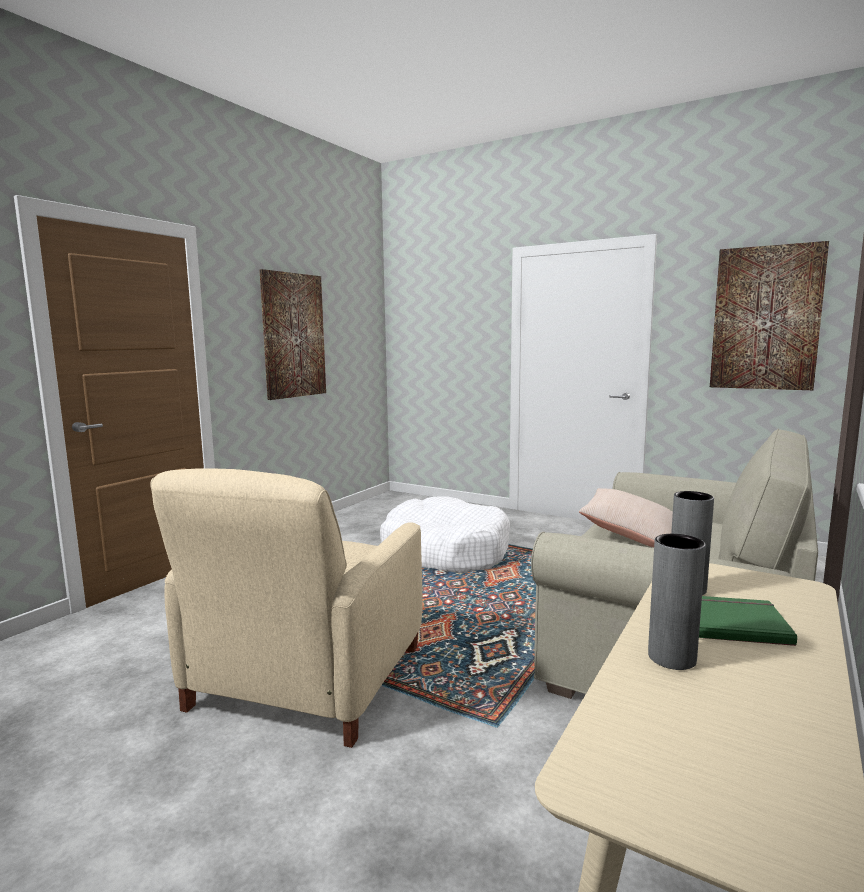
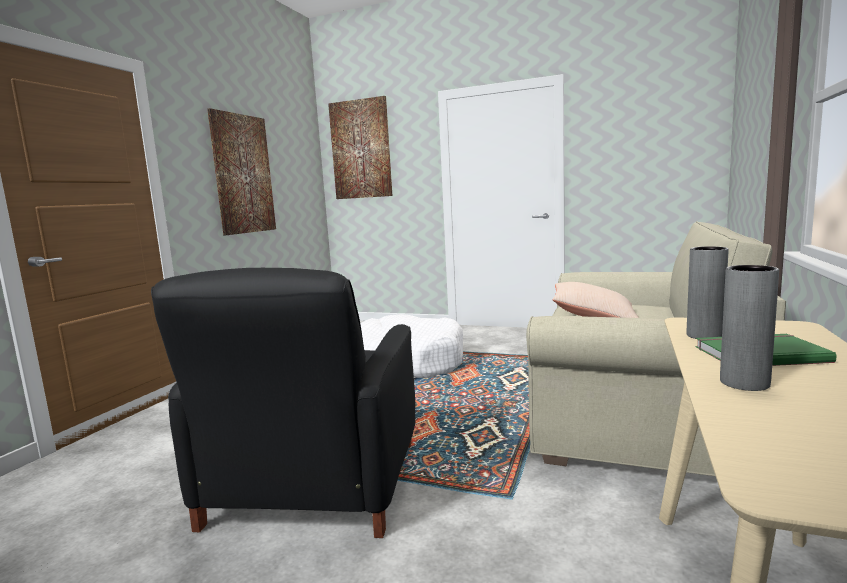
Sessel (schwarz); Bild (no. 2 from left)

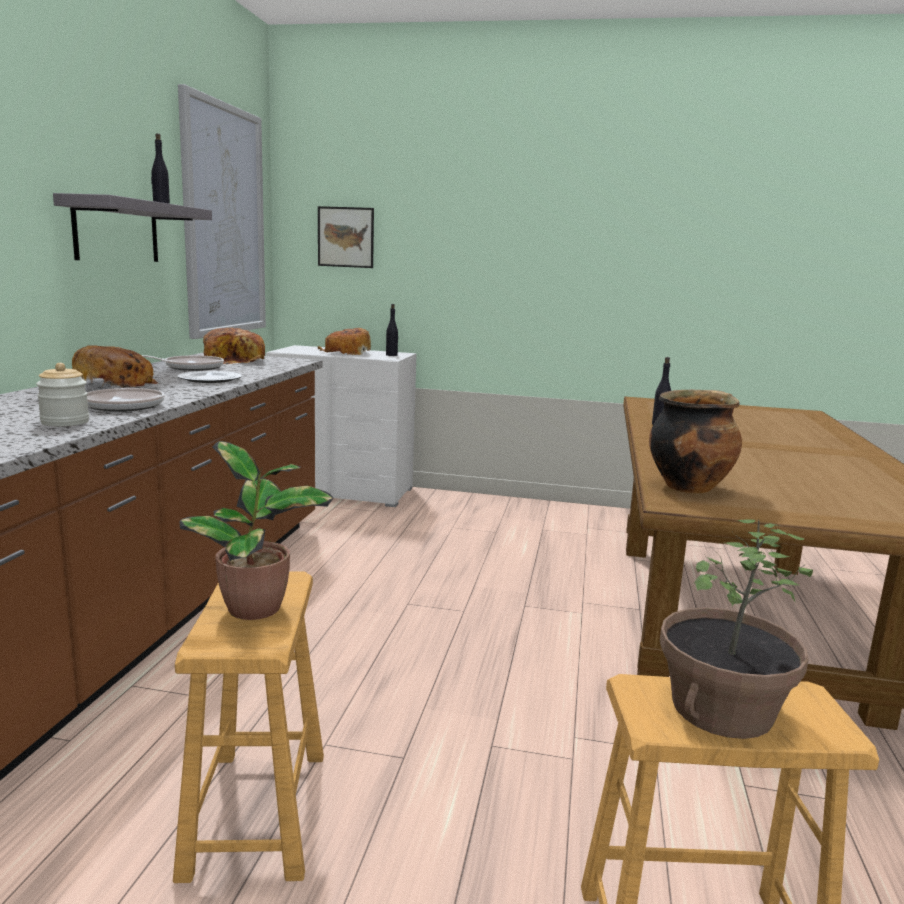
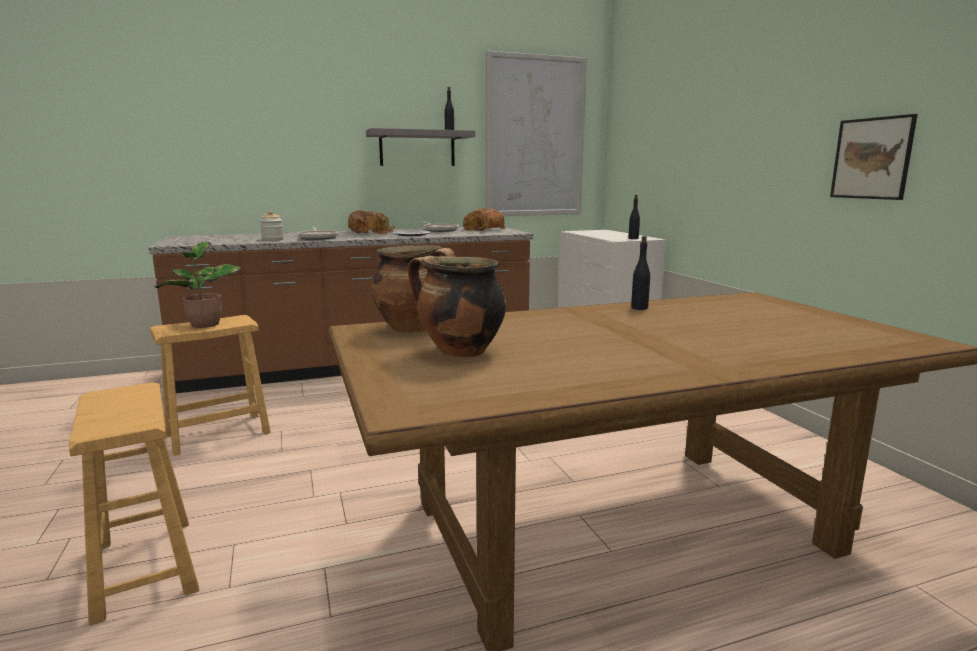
Bild (no. 2 from left); Brot (no. 3 from left in the first image); Topfpflanze (no. 2 from left in the first image); Kochtopf (no. 2 from left)

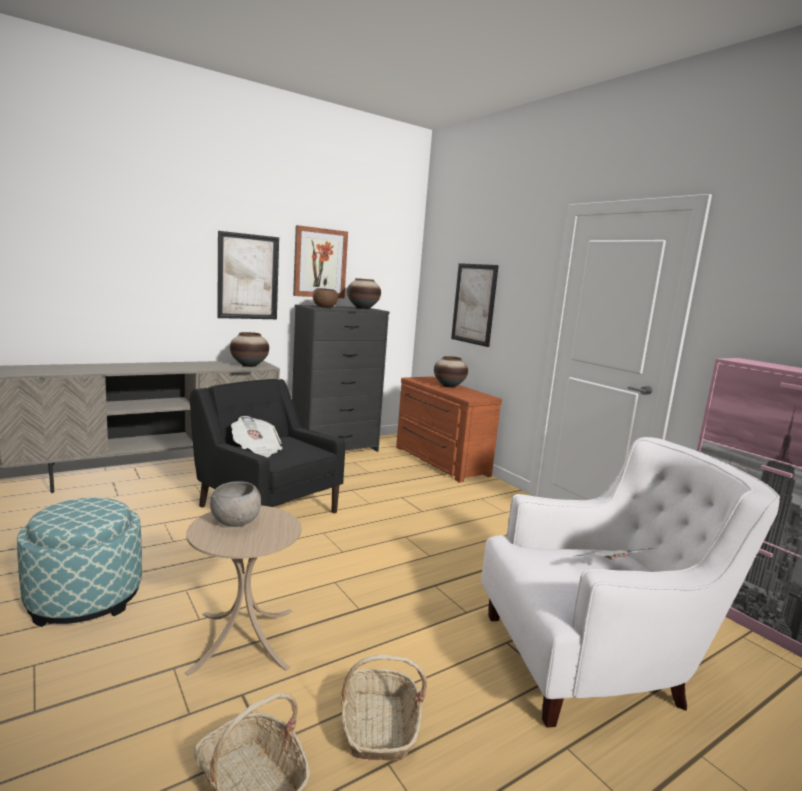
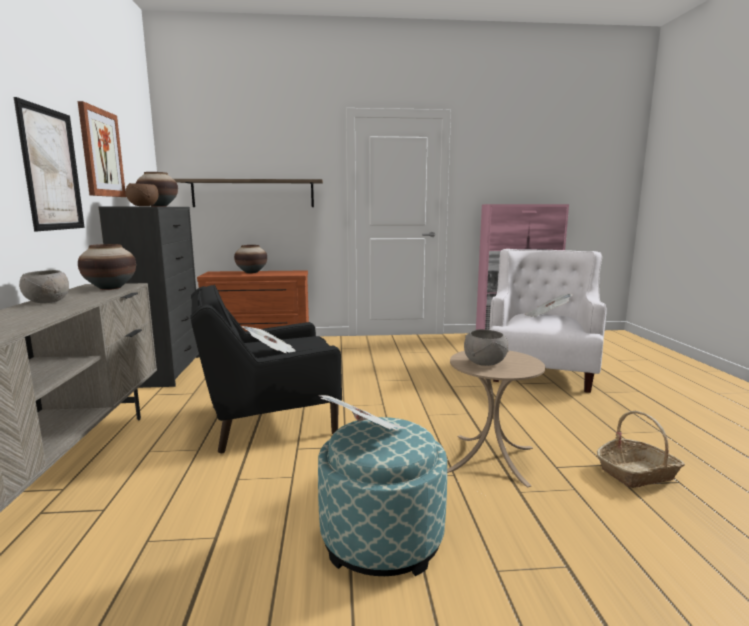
Korb (no. 2 from left in the first image); Wandregal; Schüssel (grau) (no. 1 from left); Zeitung (no. 2 from left)

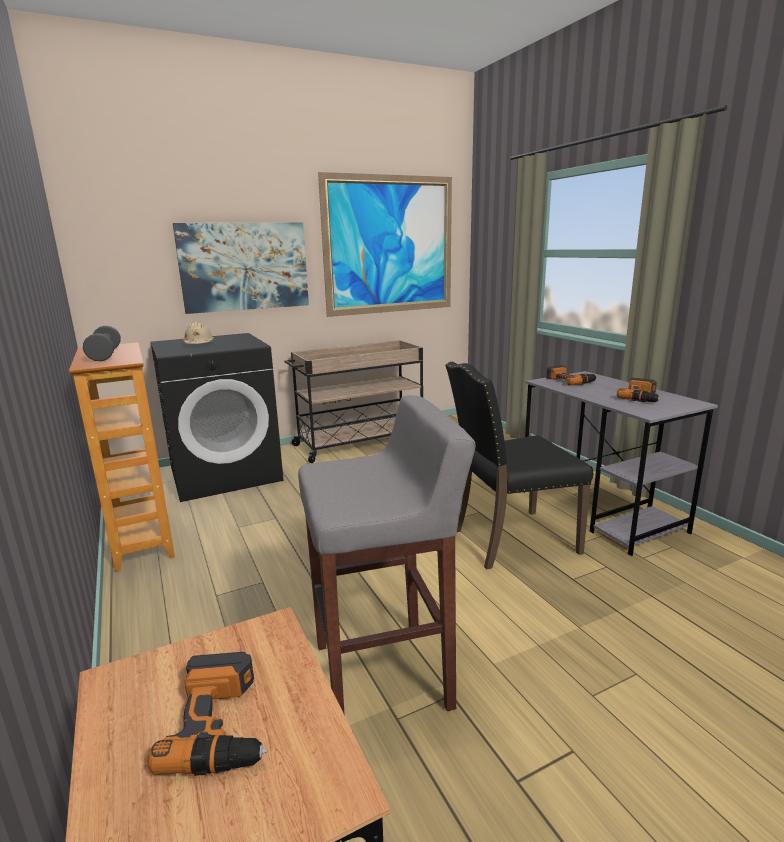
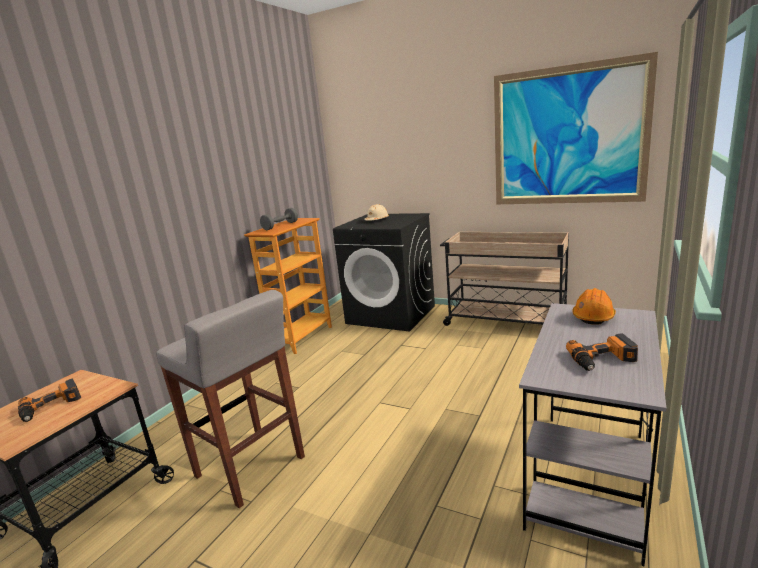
Bild (no. 1 from left in the first image); Stuhl (schwarz); Schutzhelm (orange)

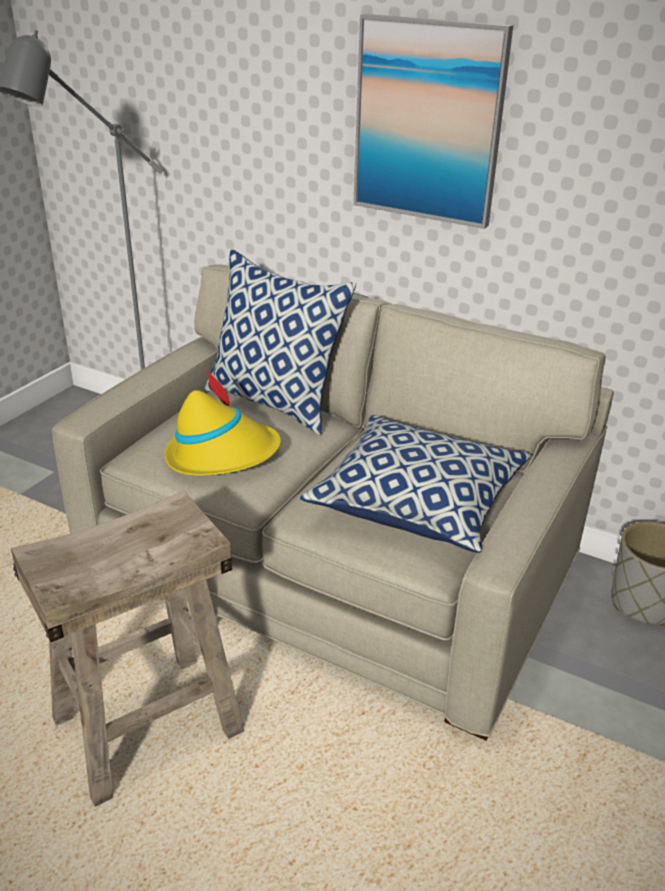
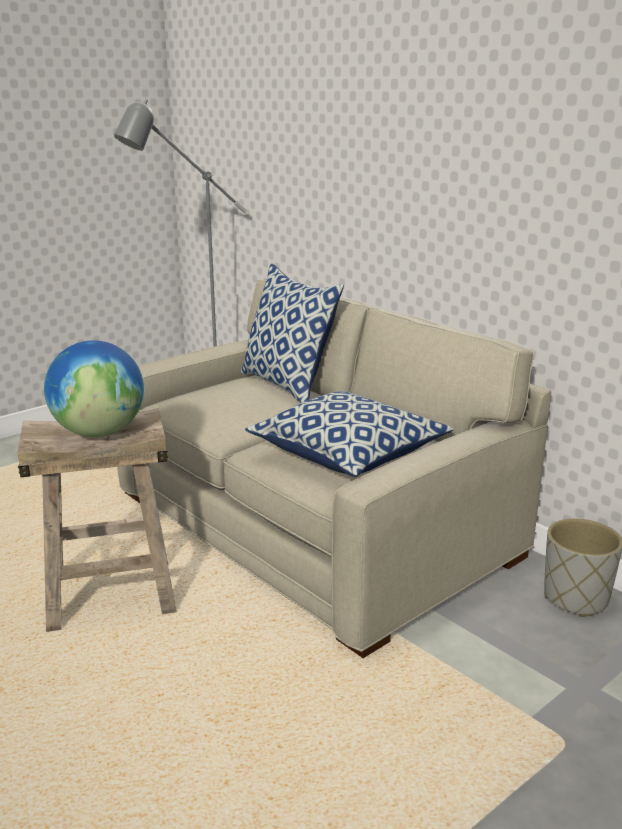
Hut (gelb); Bild; Globus

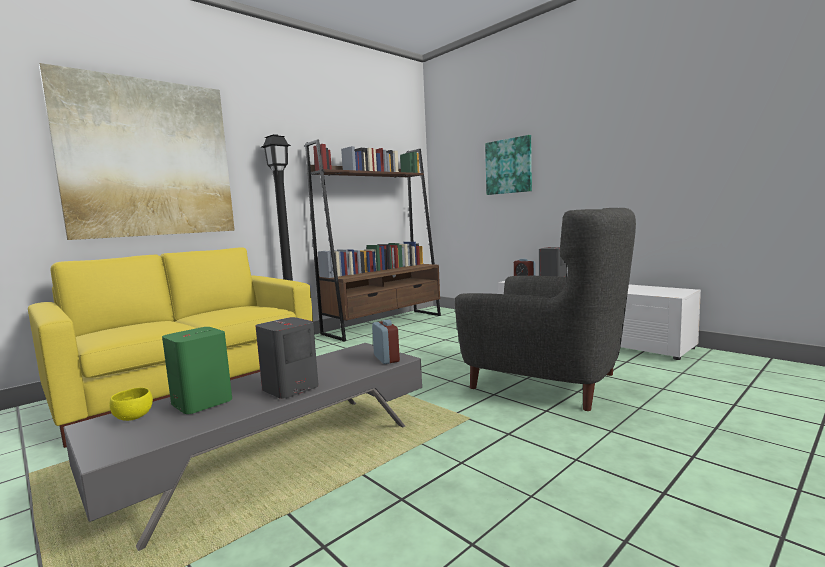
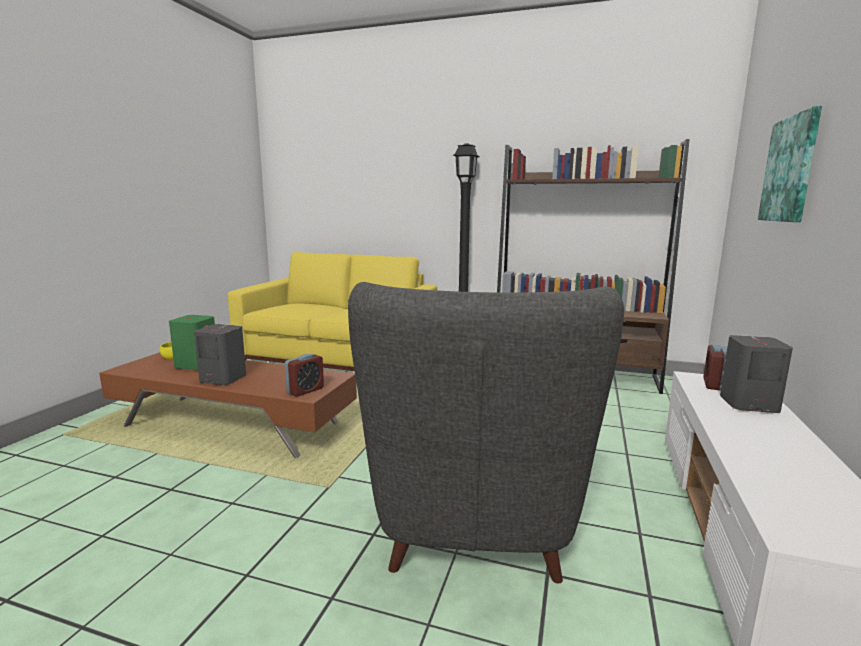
Bild (no. 1 from left in the first image); Couchtisch (braun)

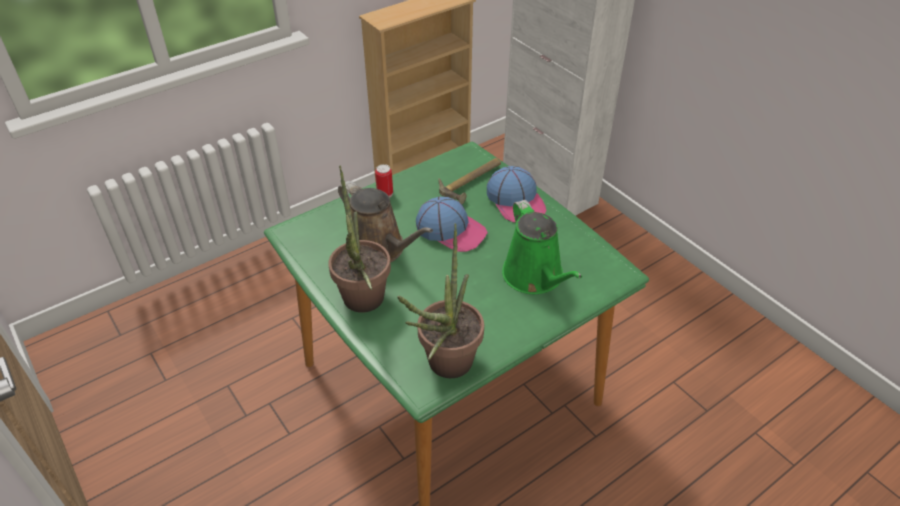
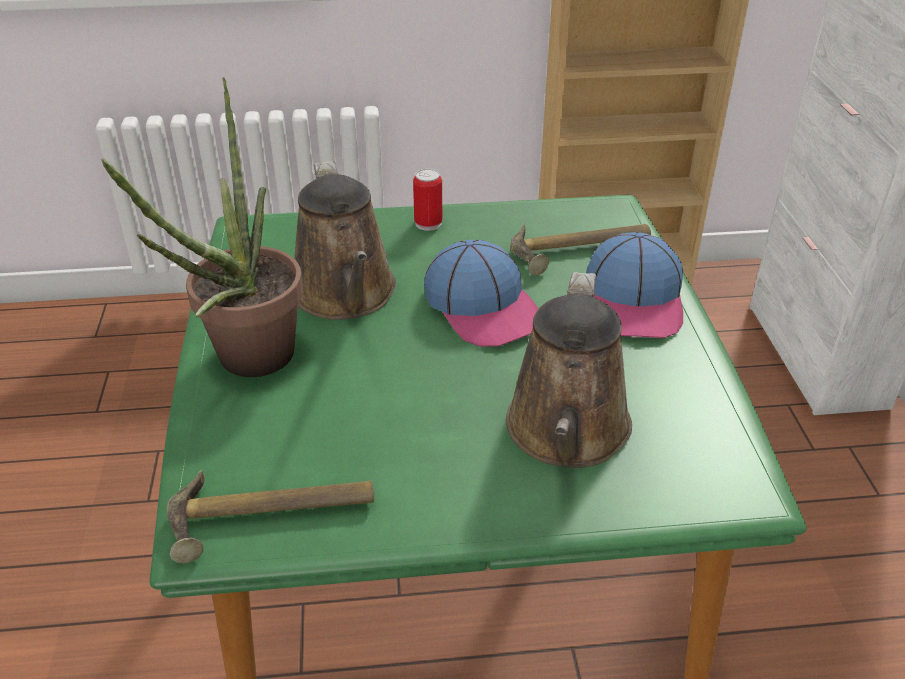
Hammer (no. 1 from left); Gießkanne (braun) (no. 2 from left)

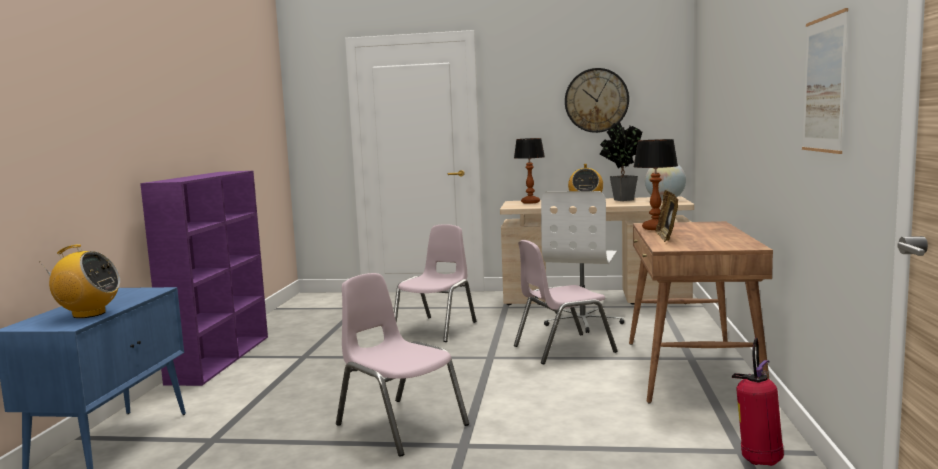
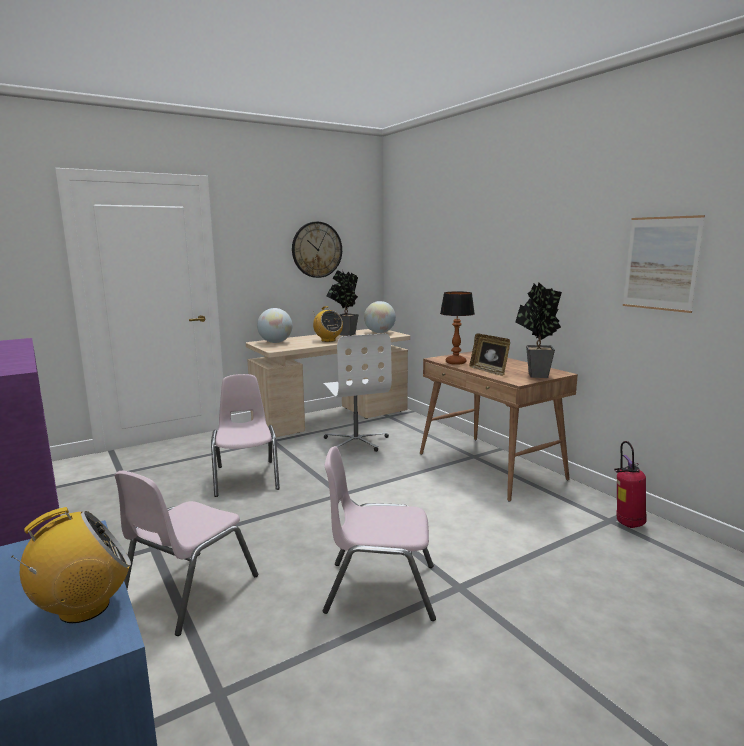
Globus (no. 1 from left); Stuhl (rosa) (no. 1 from left); Topfpflanze (no. 2 from left)

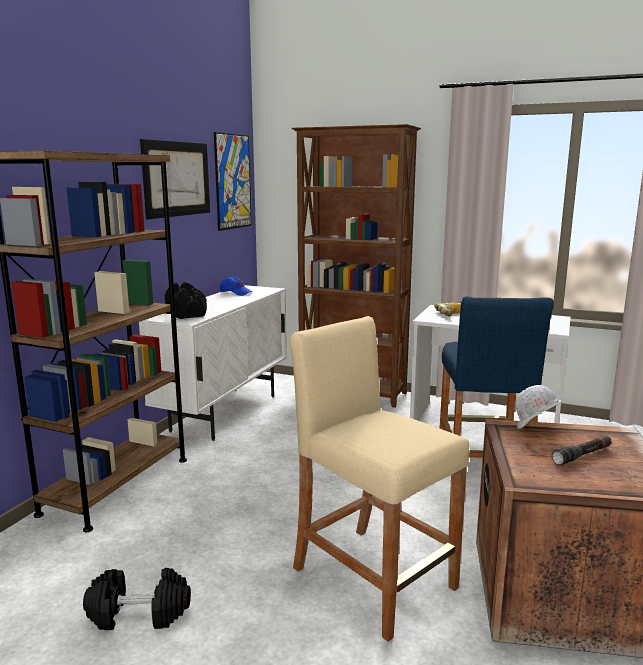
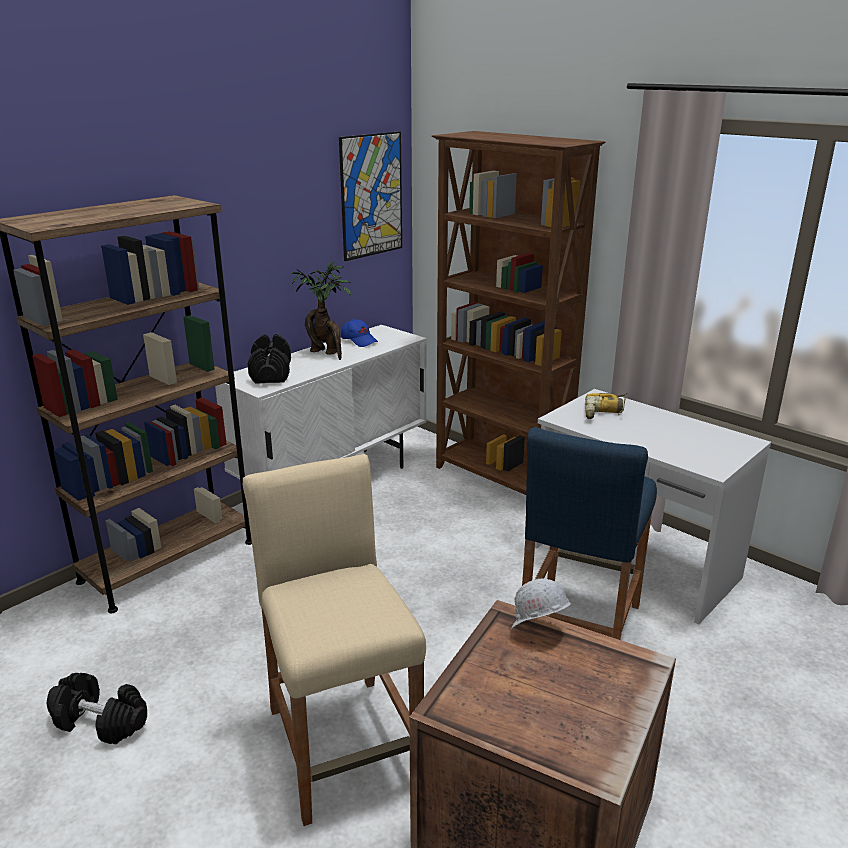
Bild (no. 1 from left in the first image); Taschenlampe (schwarz); Topfpflanze

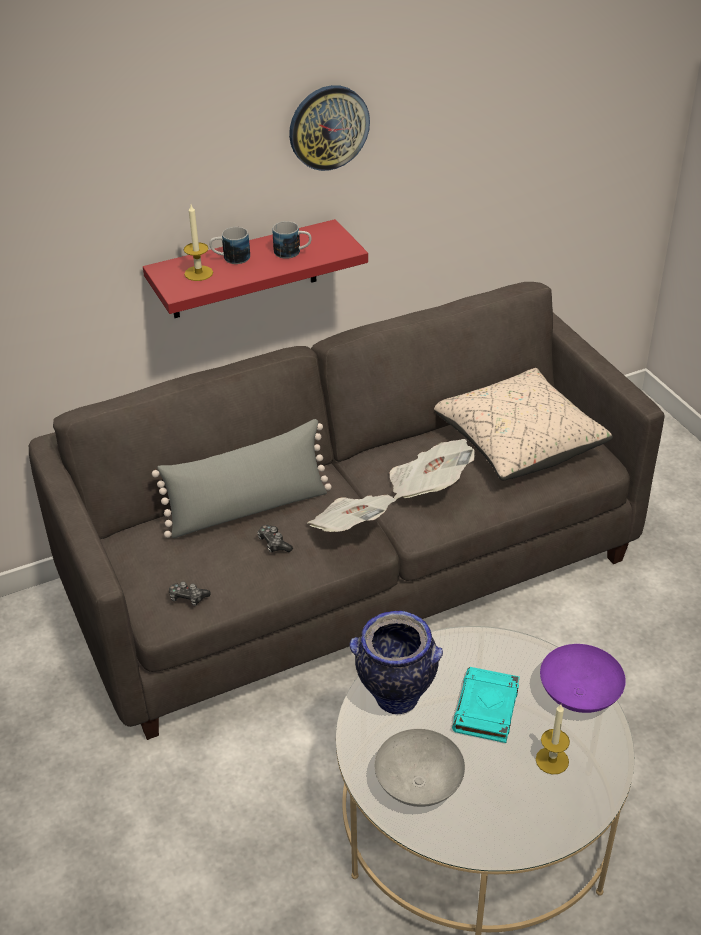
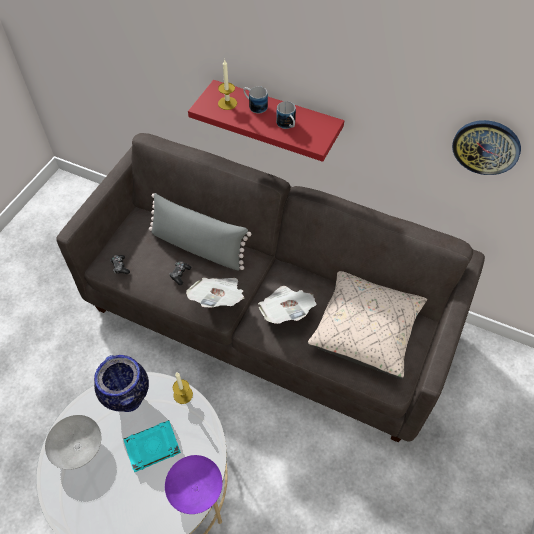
Wanduhr; Kerze (no. 1 from left)

